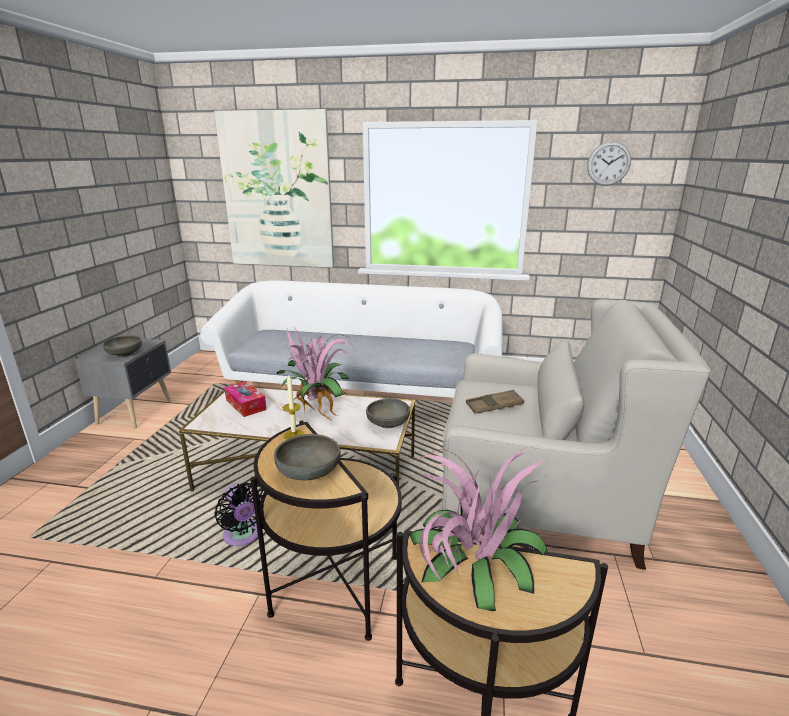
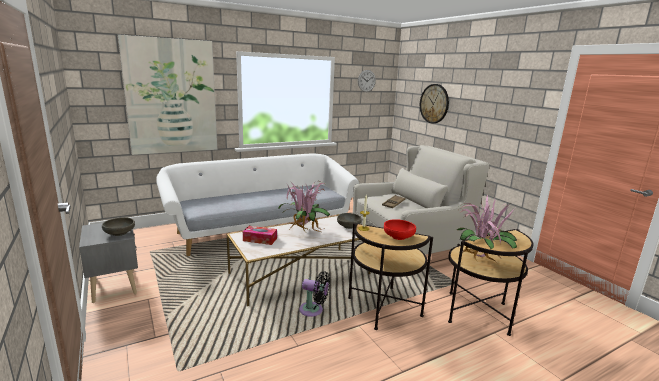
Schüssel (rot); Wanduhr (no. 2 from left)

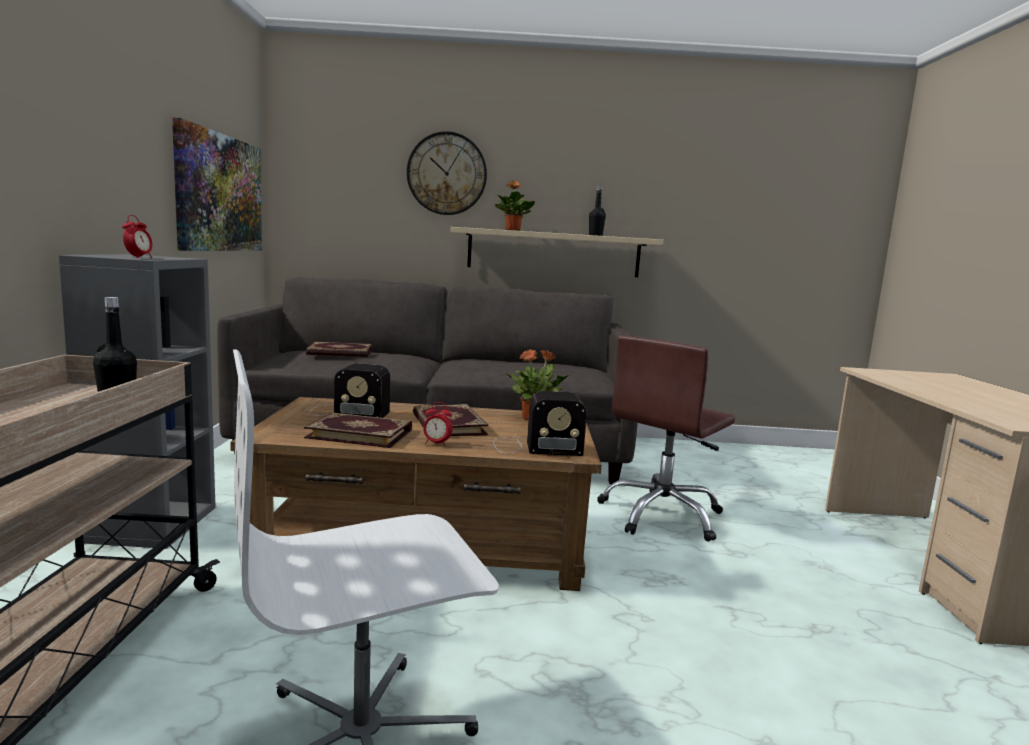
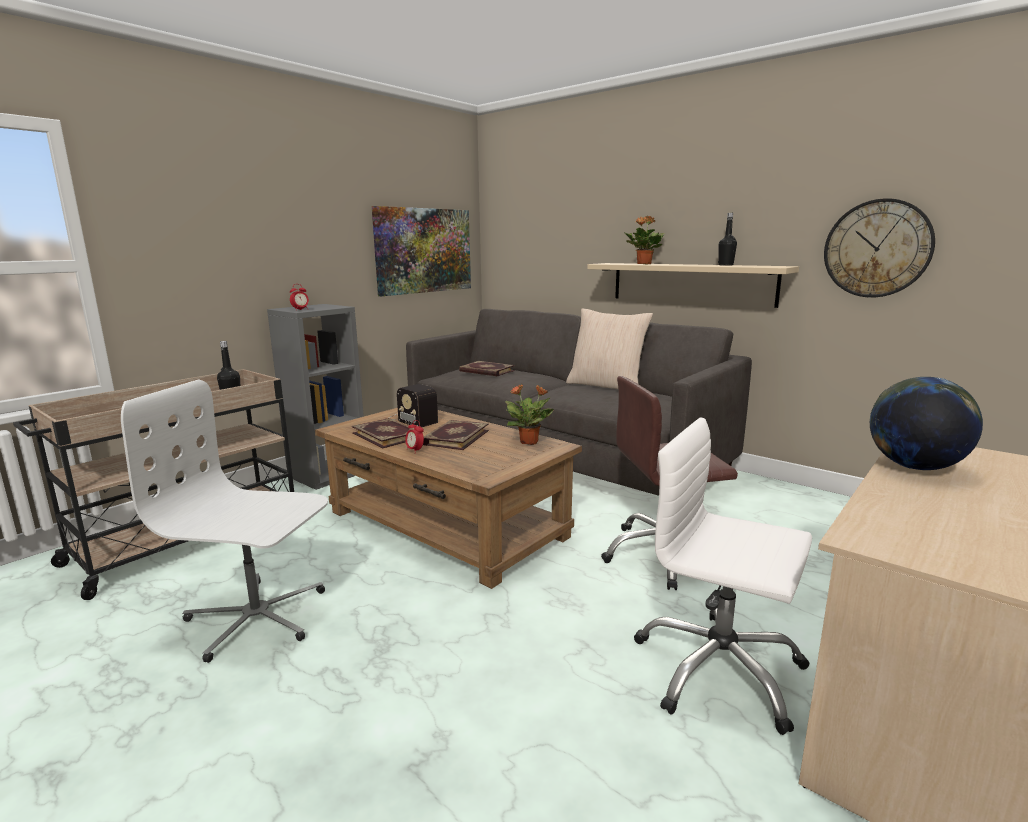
Wanduhr; Radio (no. 2 from left in the first image); Kissen (beige); Bürostuhl (weiß) (no. 2 from left); Globus

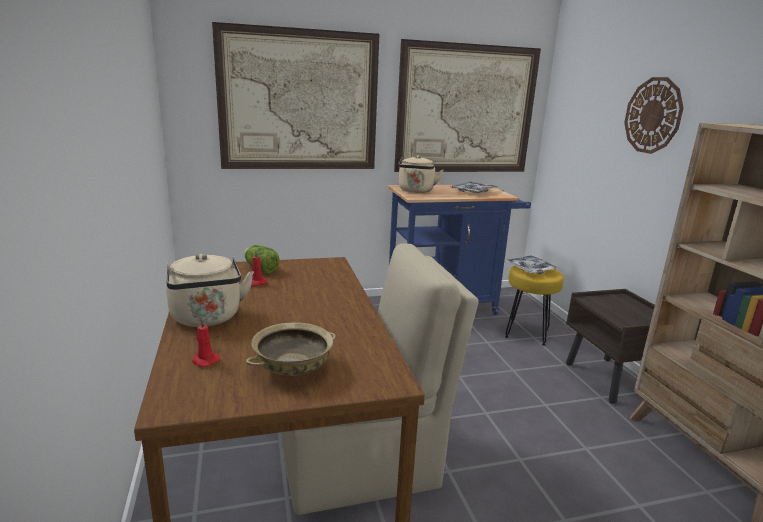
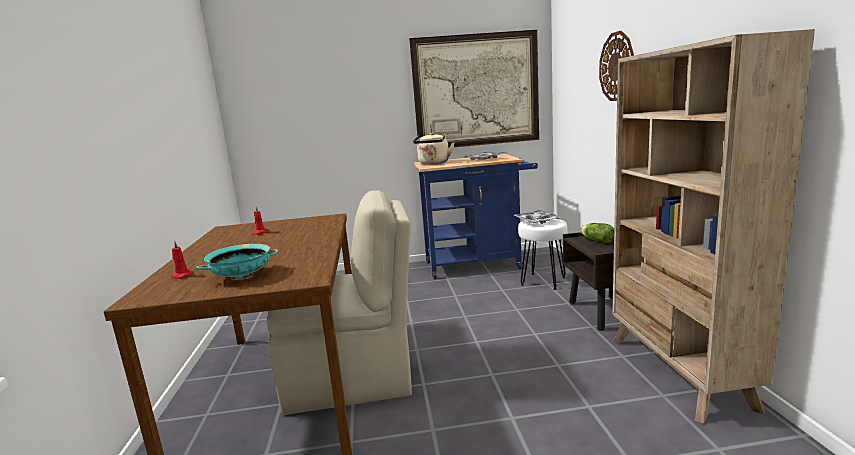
Wasserkessel (beige) (no. 1 from left in the first image); Bild (no. 1 from left in the first image); Salatkopf; Schüssel (türkis); Hocker (weiß)

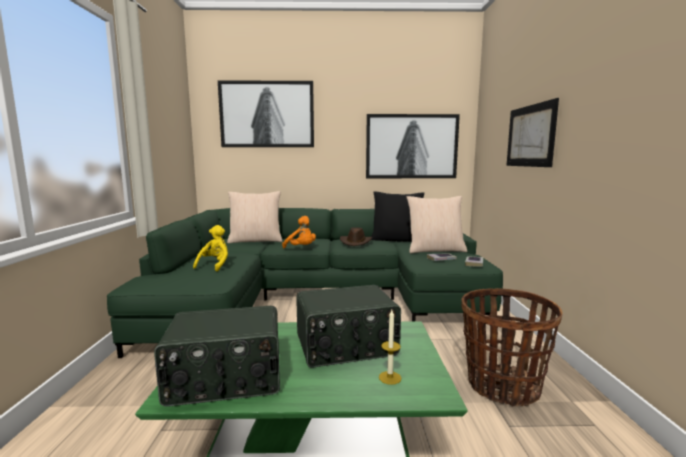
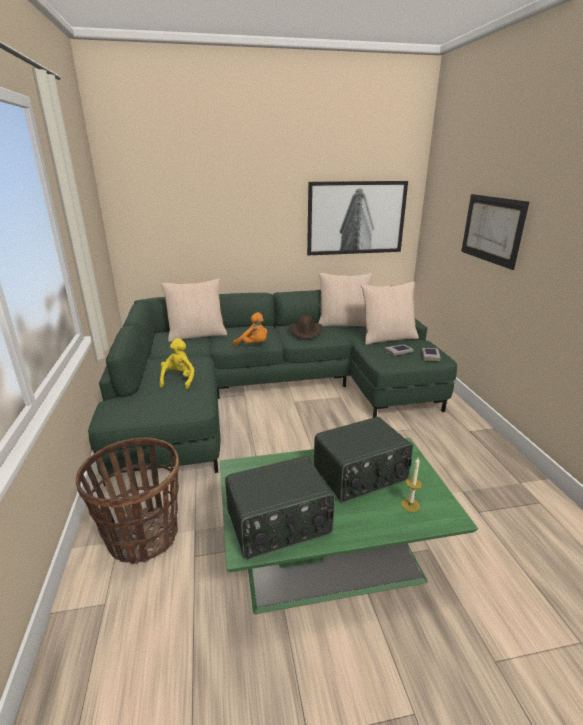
Bild (no. 1 from left in the first image); Kissen (beige) (no. 2 from left); Korb

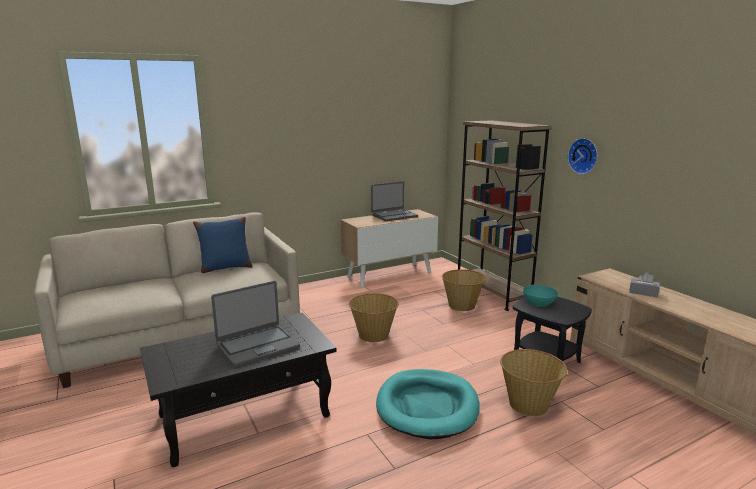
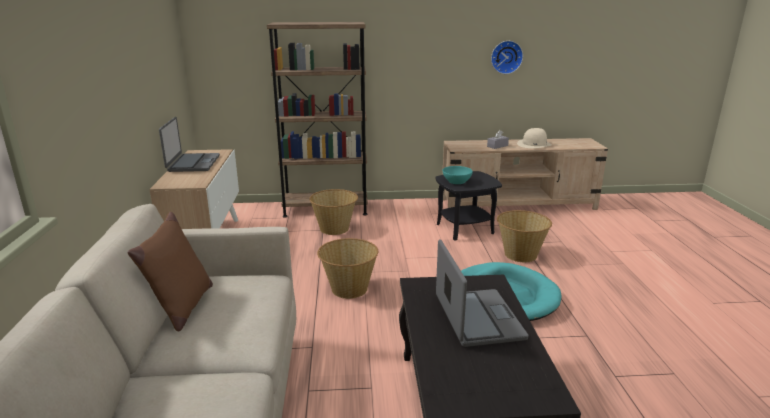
Kissen (braun); Wanduhr; Hut (beige)

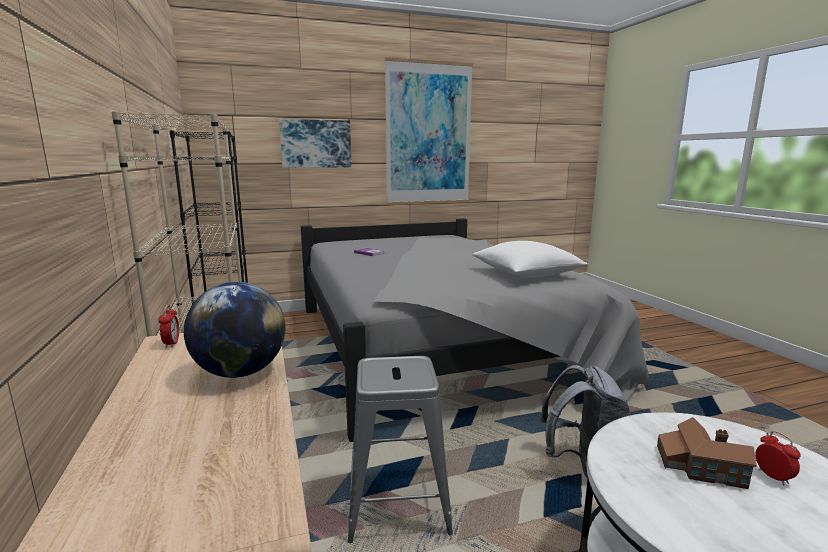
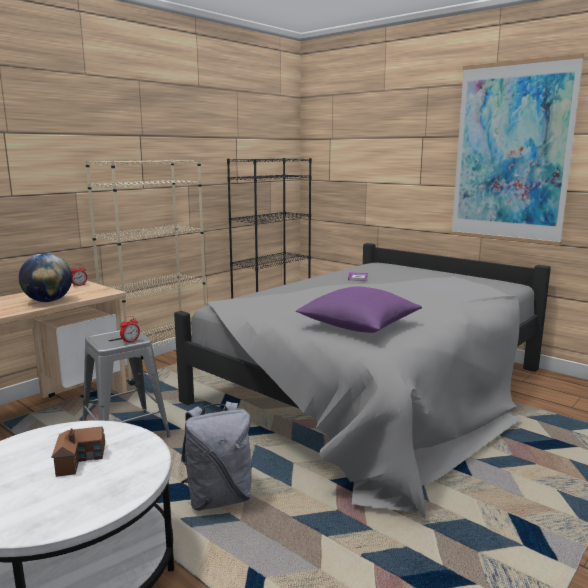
Bild (no. 1 from left in the first image); Kissen (lila); Wecker (no. 2 from left)

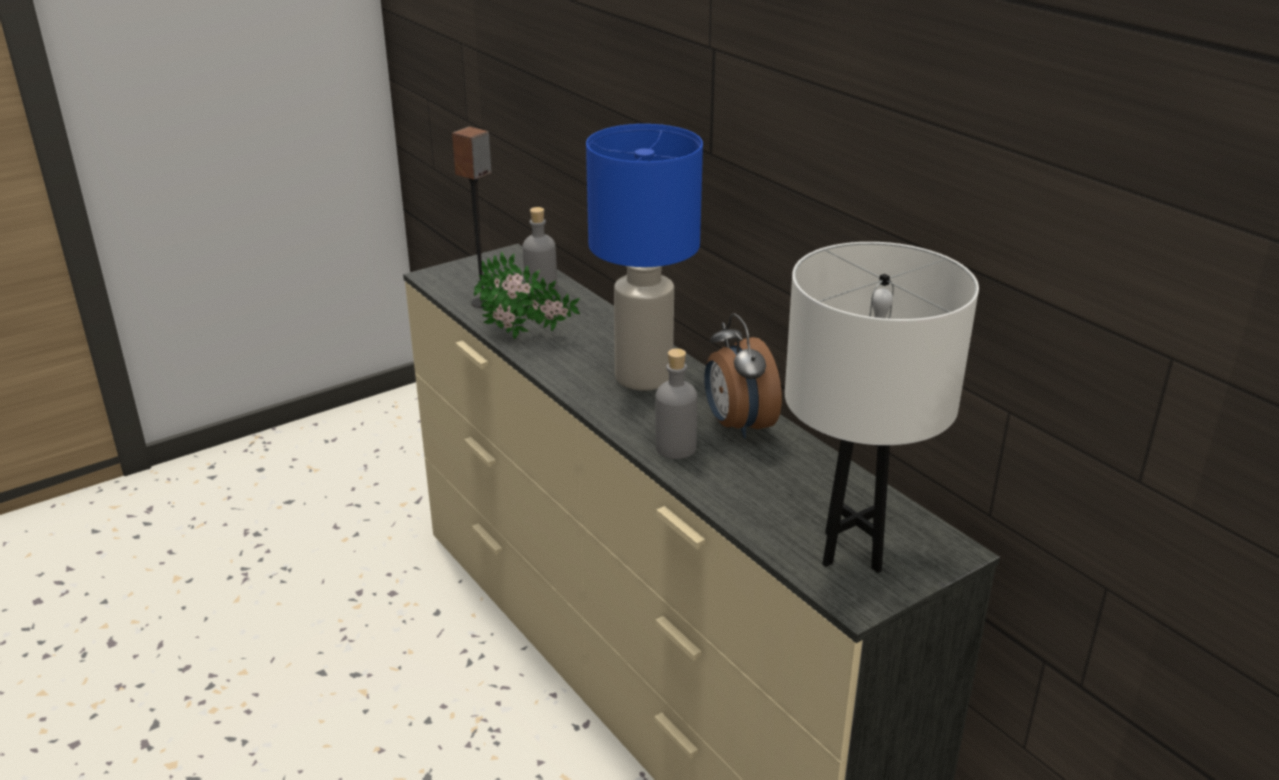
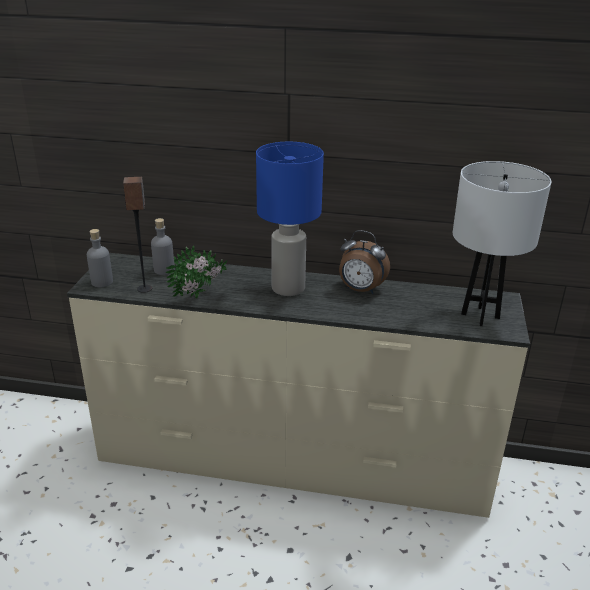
Flasche (grau) (no. 1 from left)

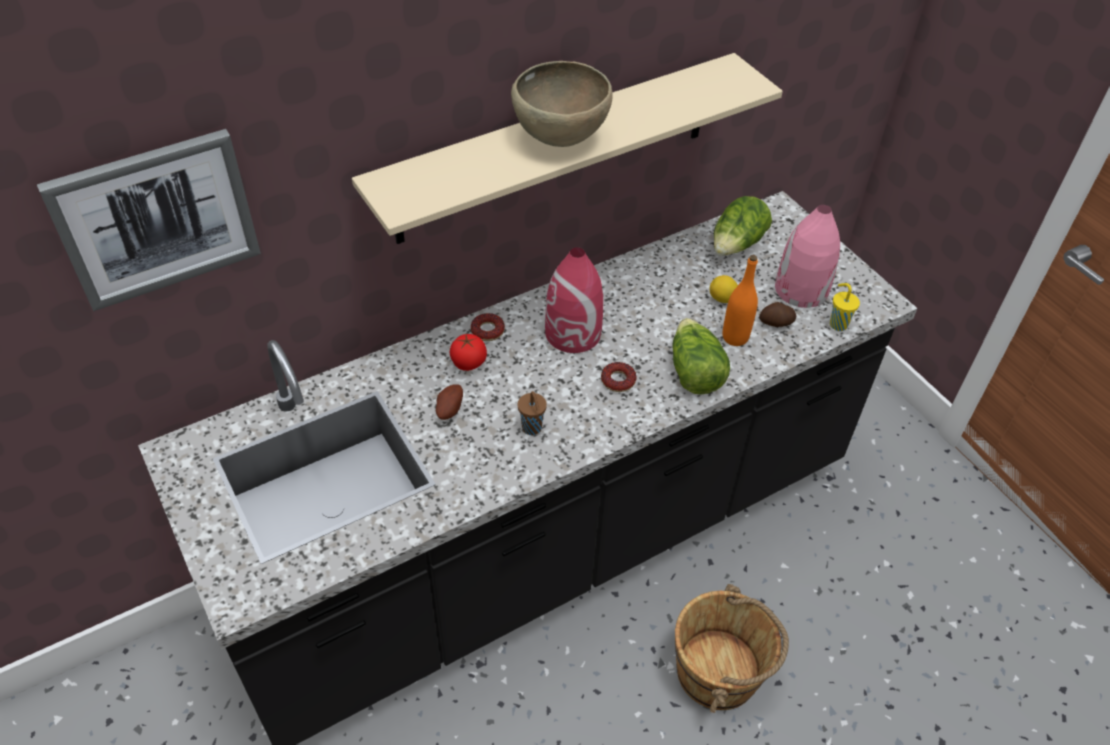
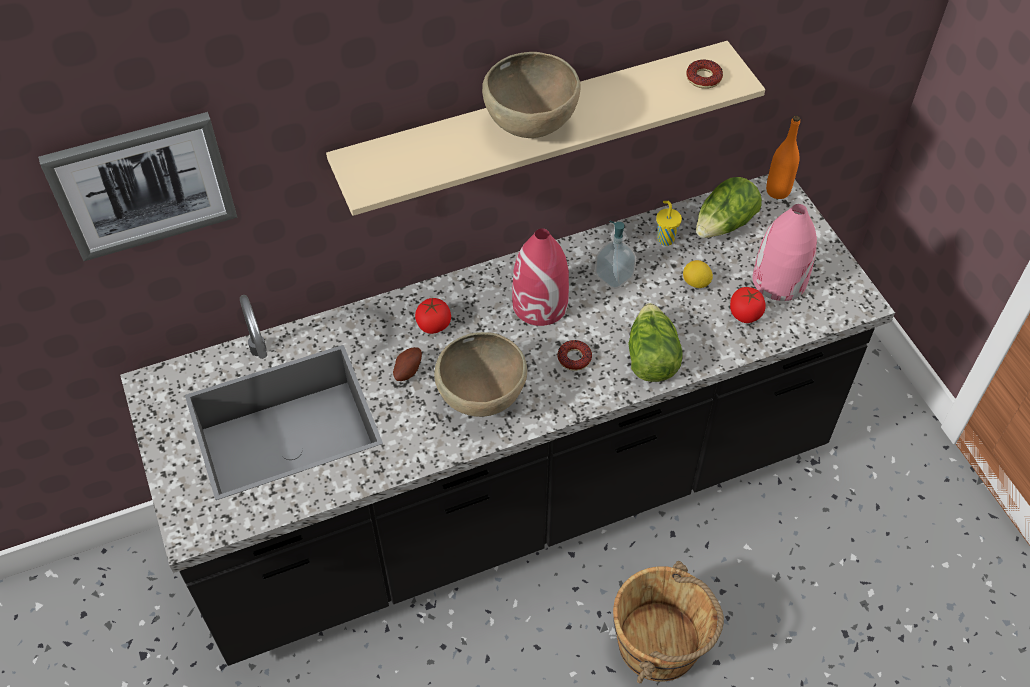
Donut (no. 2 from left); Schüssel (braun) (no. 1 from left); Flasche (orange); Tomate (no. 2 from left); Tasse (gelb); Seifenspender

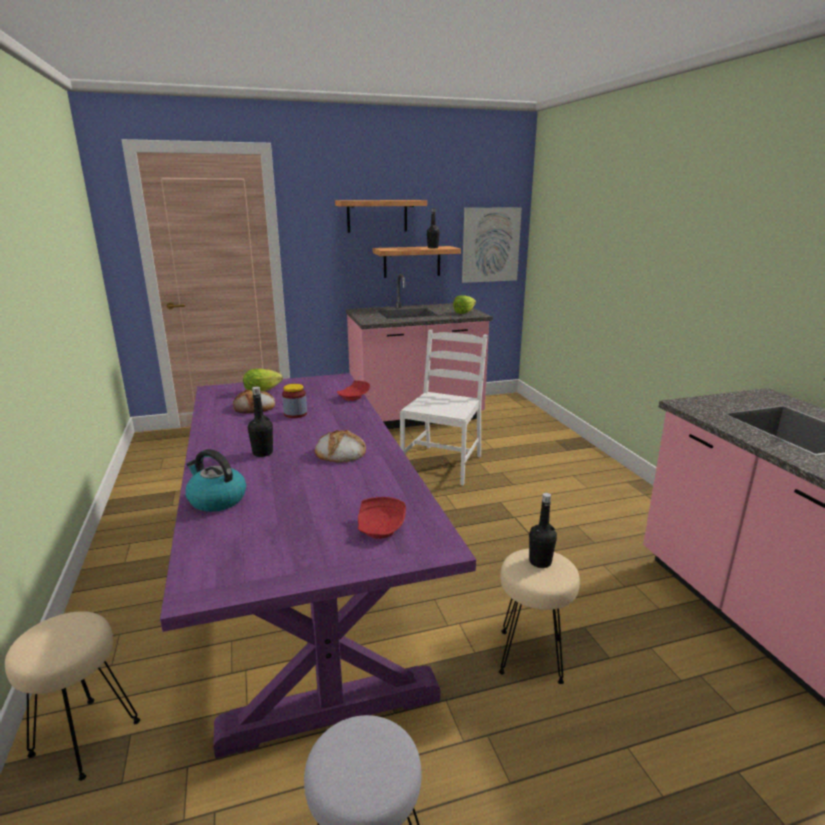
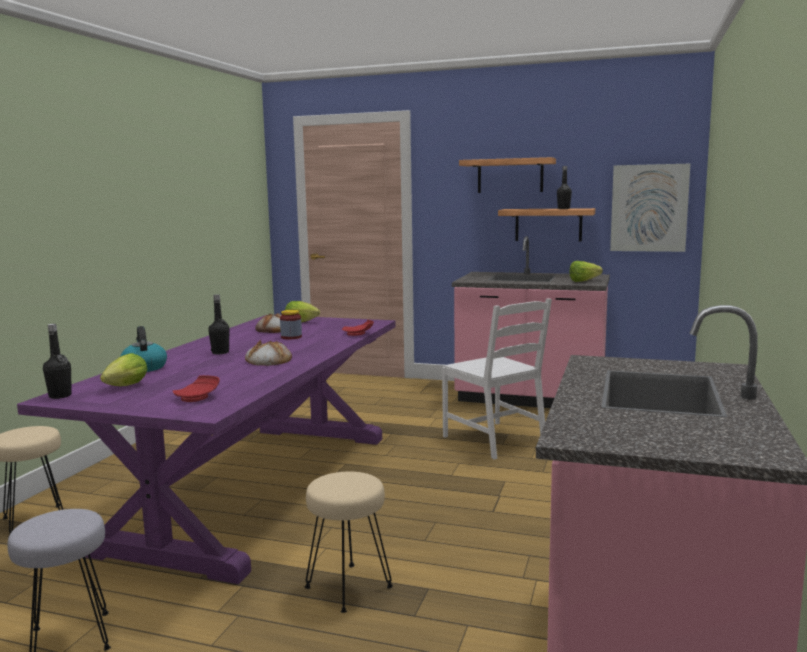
Stuhl (weiß); Flasche (schwarz) (no. 1 from left); Salatkopf (no. 1 from left)

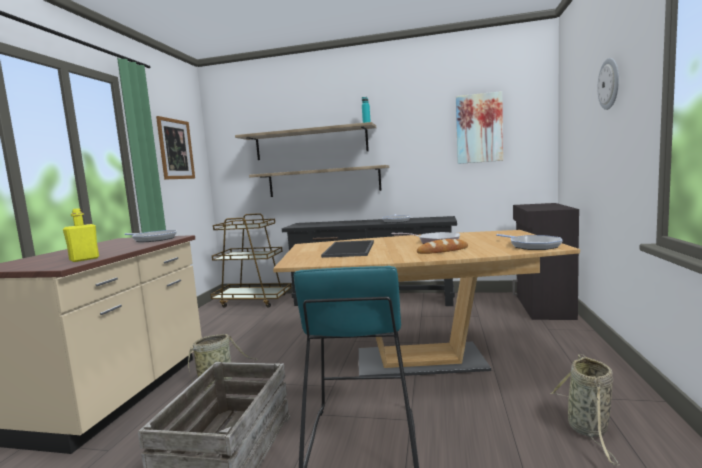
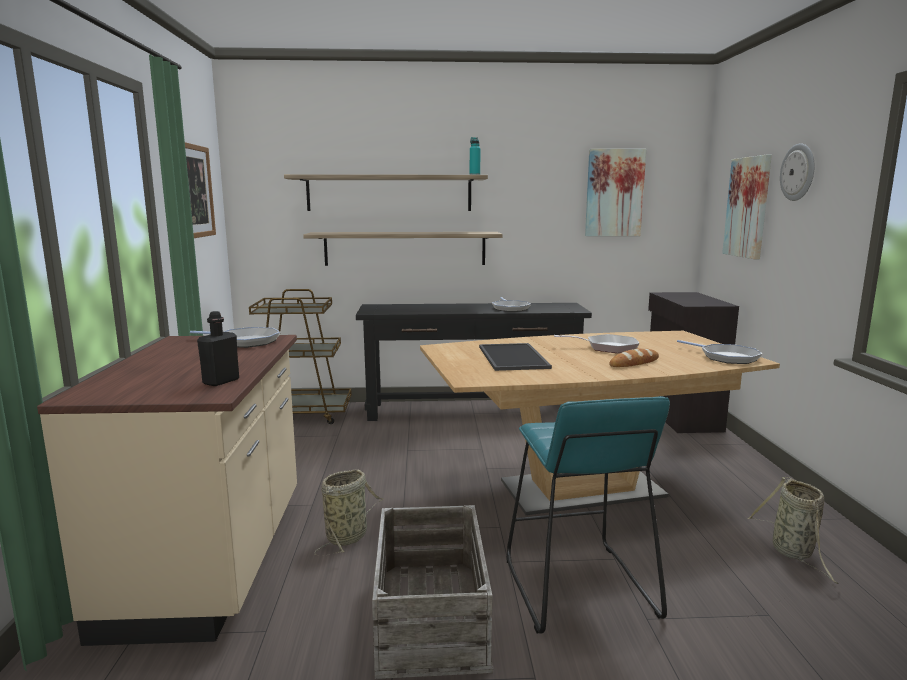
Flasche (schwarz); Bild (no. 3 from left)

